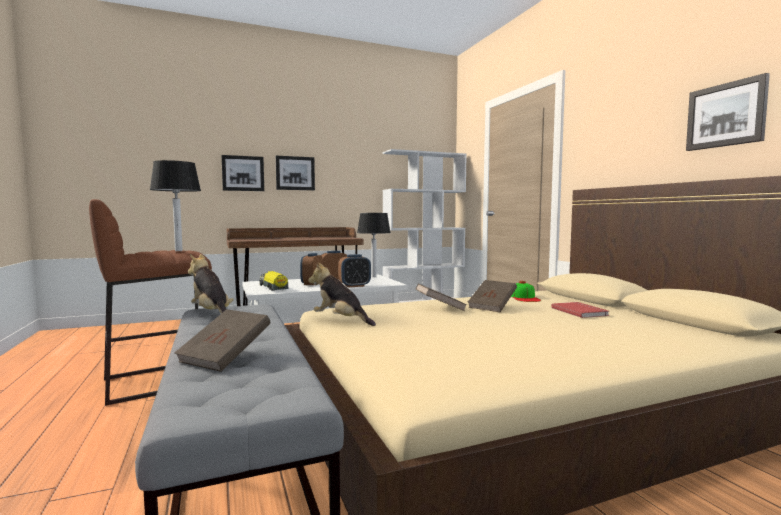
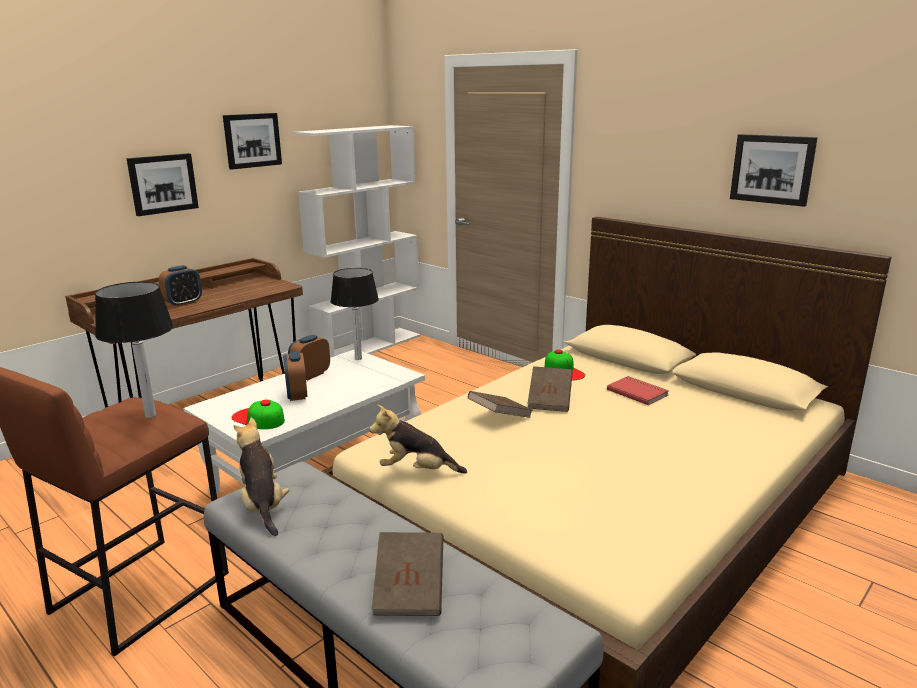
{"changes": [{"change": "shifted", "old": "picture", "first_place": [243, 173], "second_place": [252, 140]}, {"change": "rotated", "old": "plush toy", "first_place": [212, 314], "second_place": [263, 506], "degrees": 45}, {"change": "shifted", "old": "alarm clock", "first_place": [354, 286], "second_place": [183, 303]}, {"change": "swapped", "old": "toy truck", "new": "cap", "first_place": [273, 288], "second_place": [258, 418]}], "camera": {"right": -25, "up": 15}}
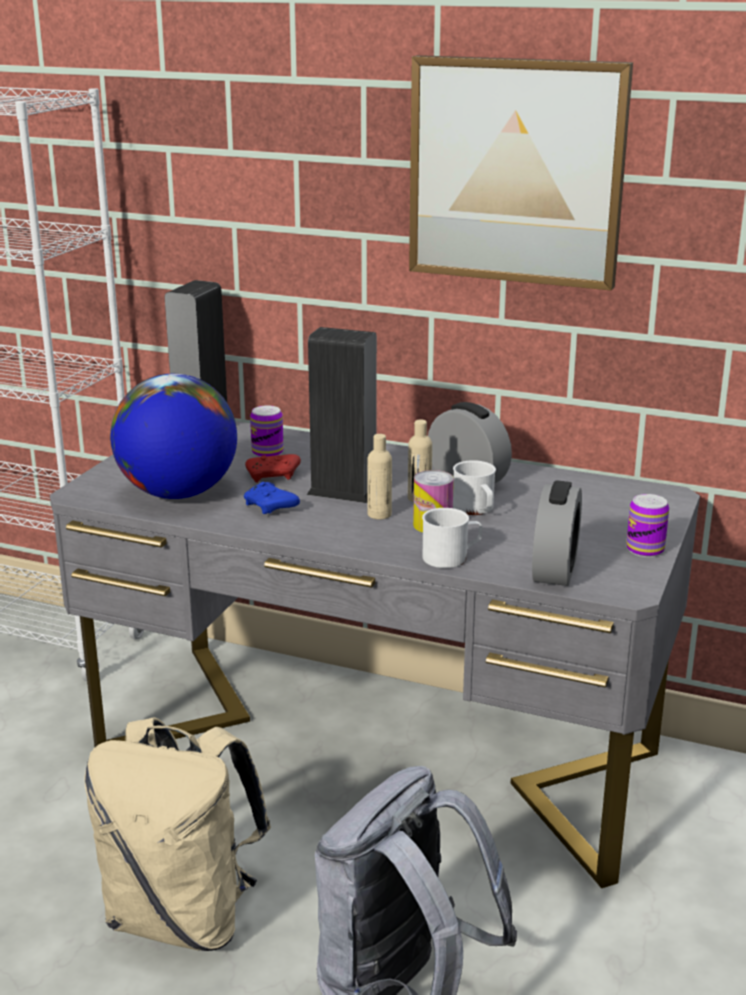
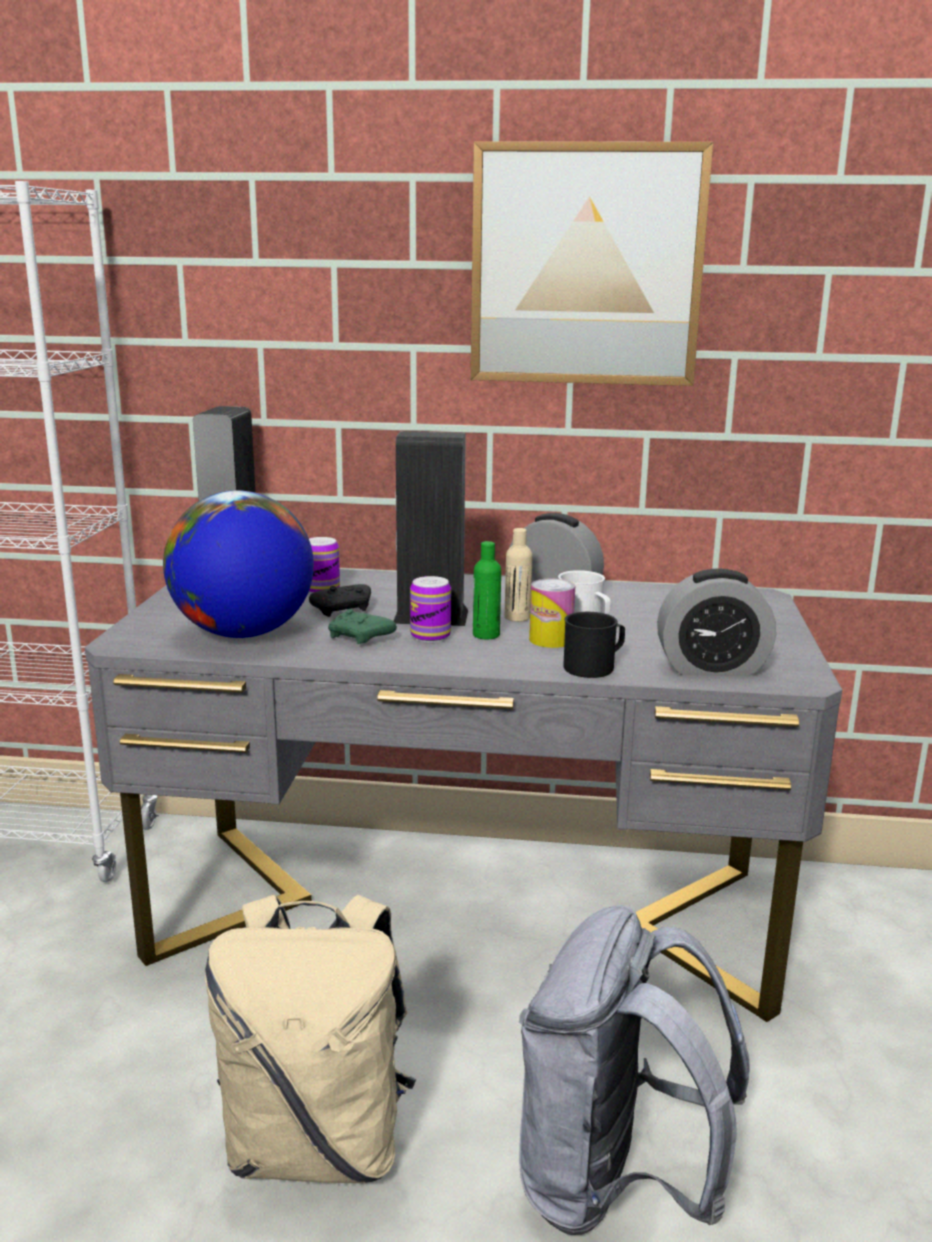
{"changes": [{"change": "repainted", "old": "beige bottle", "new": "green bottle", "first_place": [379, 514], "second_place": [486, 635]}, {"change": "repainted", "old": "red game controller", "new": "black game controller", "first_place": [274, 476], "second_place": [344, 610]}, {"change": "rotated", "old": "alarm clock", "first_place": [555, 569], "second_place": [711, 668], "degrees": 90}, {"change": "repainted", "old": "blue game controller", "new": "green game controller", "first_place": [270, 507], "second_place": [360, 638]}, {"change": "shifted", "old": "can", "first_place": [645, 549], "second_place": [430, 636]}, {"change": "repainted", "old": "white mug", "new": "black mug", "first_place": [451, 557], "second_place": [595, 666]}], "camera": {"right": -15, "up": -5}}
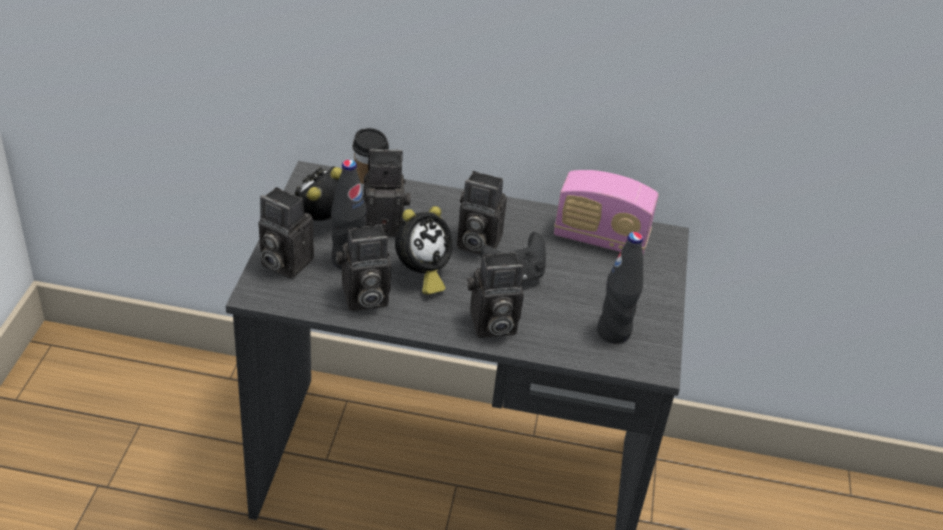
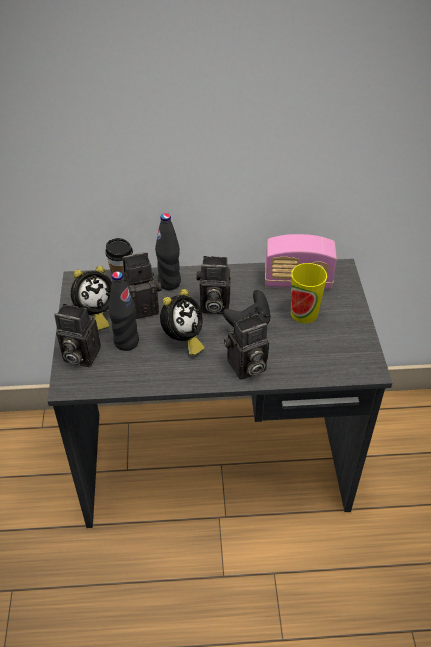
{"changes": [{"change": "rotated", "old": "alarm clock", "first_place": [320, 220], "second_place": [95, 315], "degrees": -150}, {"change": "gone", "old": "photo camera", "first_place": [363, 298]}, {"change": "shifted", "old": "black bottle", "first_place": [613, 332], "second_place": [169, 283]}, {"change": "new", "new": "cup", "second_place": [304, 313]}], "camera": {"right": -10, "up": 5}}
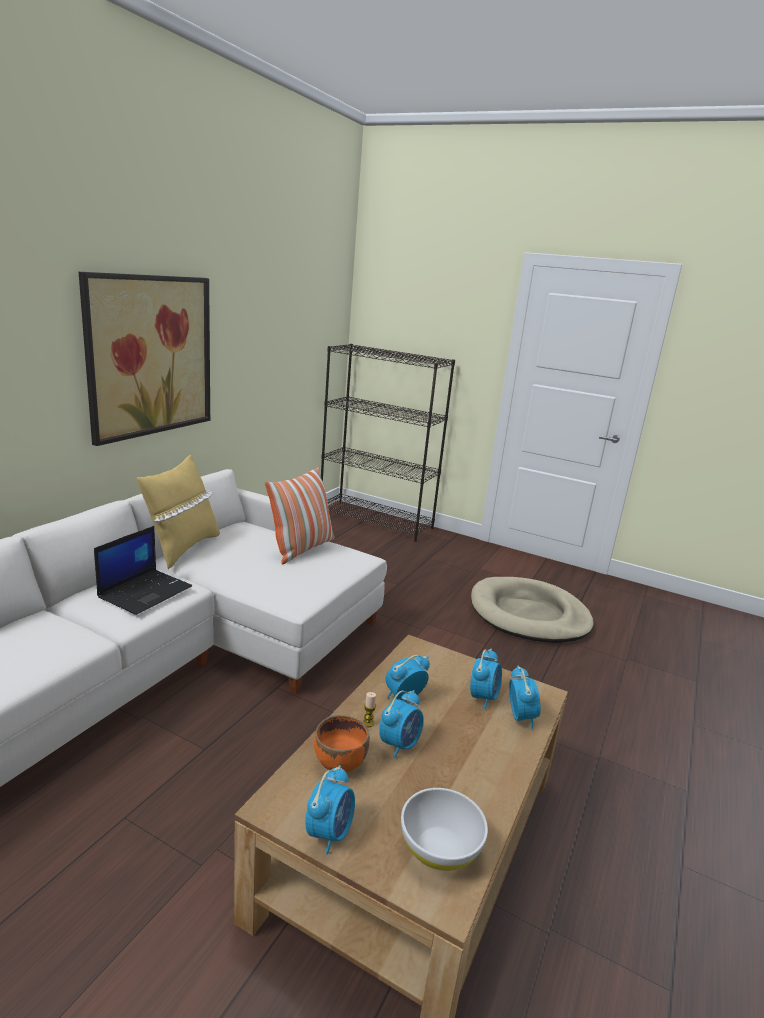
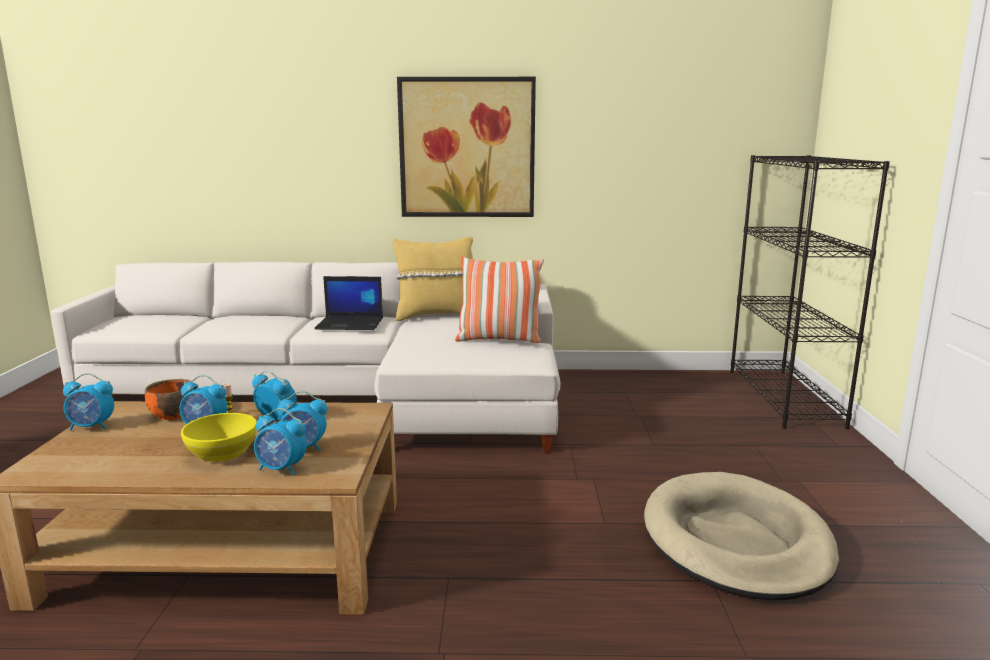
{"changes": [{"change": "rotated", "old": "alarm clock", "first_place": [520, 717], "second_place": [282, 469], "degrees": 45}, {"change": "gone", "old": "white bowl", "first_place": [440, 848]}, {"change": "new", "new": "yellow bowl", "second_place": [222, 453]}], "camera": {"right": 65, "up": -5}}
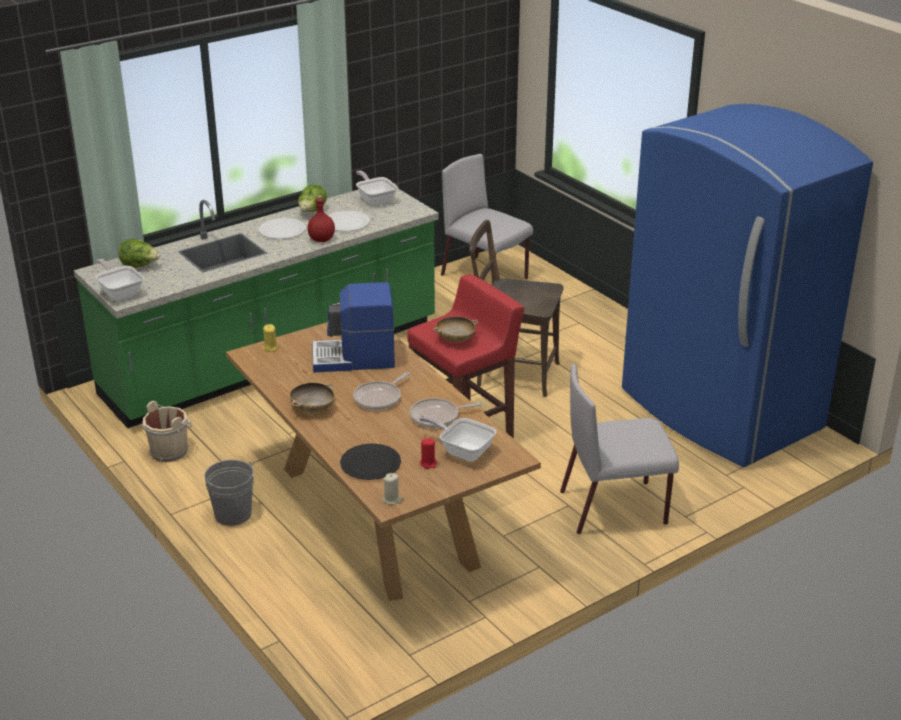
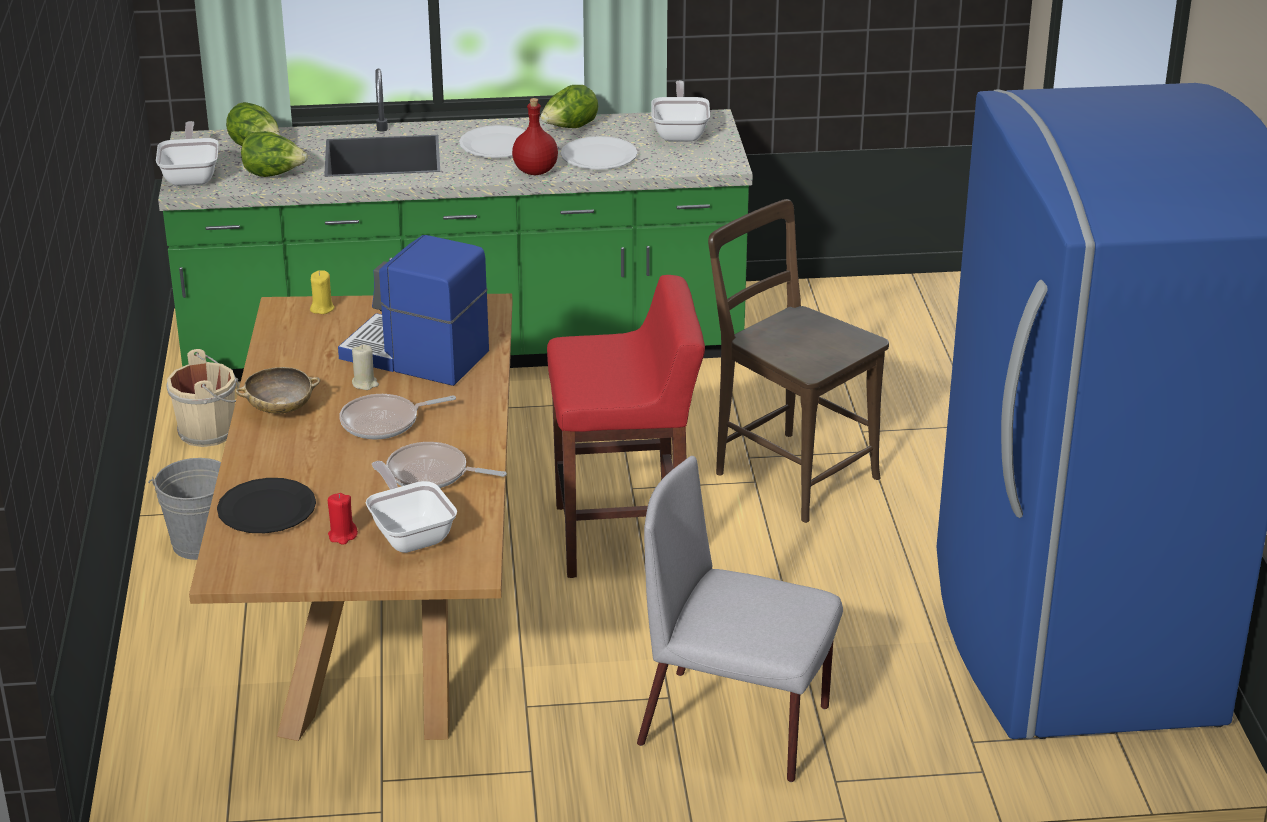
{"changes": [{"change": "gone", "old": "grey chair", "first_place": [485, 277]}, {"change": "gone", "old": "beige bowl", "first_place": [455, 339]}, {"change": "shifted", "old": "beige candle", "first_place": [392, 499], "second_place": [365, 383]}, {"change": "new", "new": "lettuce", "second_place": [274, 174]}], "camera": {"right": 30, "up": 0}}
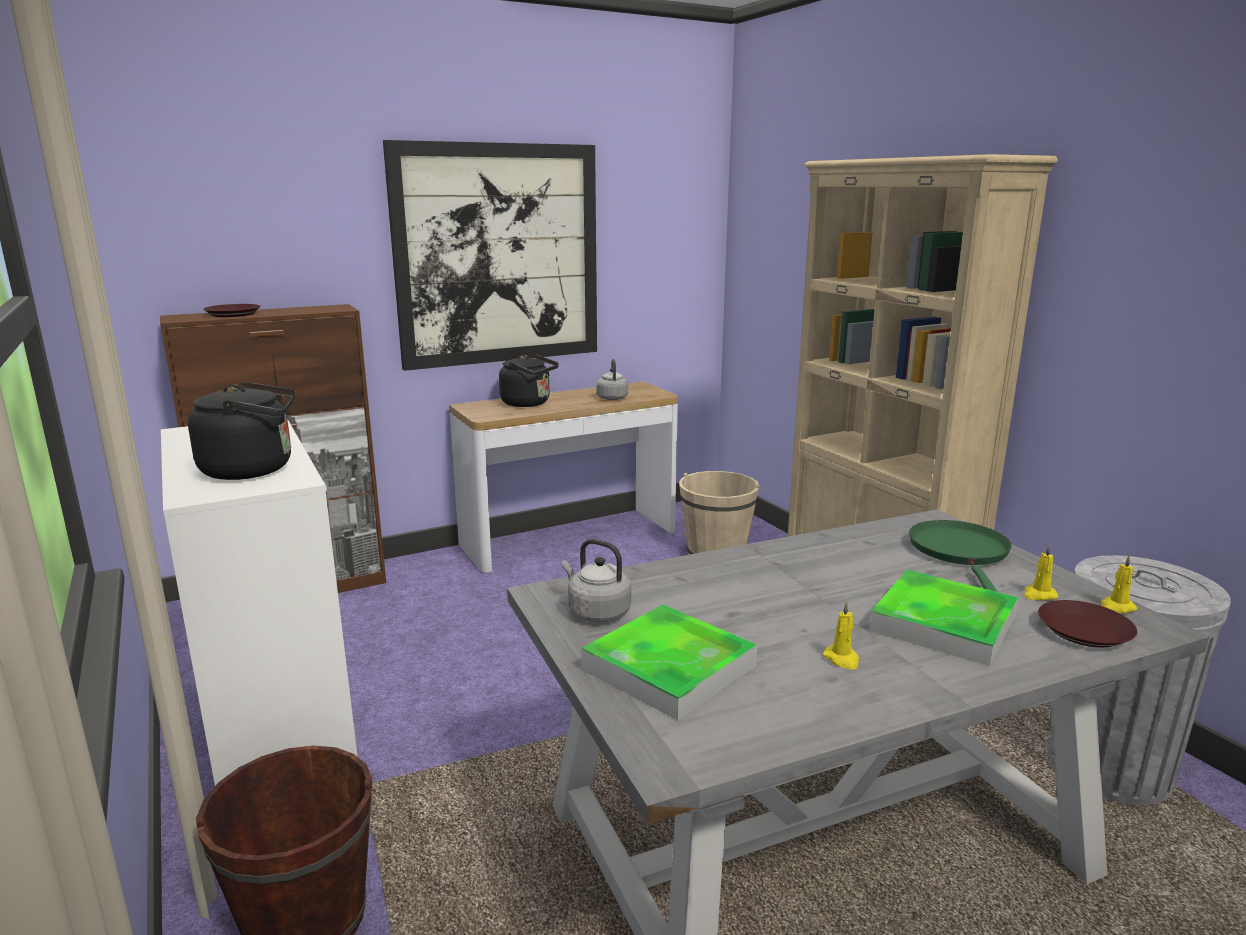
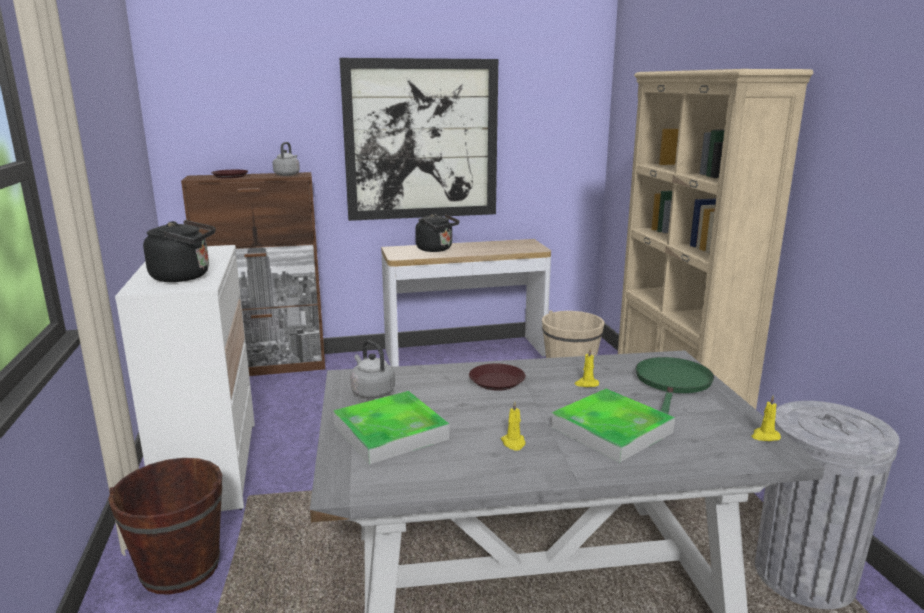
{"changes": [{"change": "shifted", "old": "grey kettle", "first_place": [612, 398], "second_place": [287, 174]}, {"change": "shifted", "old": "yellow candle", "first_place": [1039, 595], "second_place": [586, 384]}, {"change": "shifted", "old": "brown plate", "first_place": [1083, 631], "second_place": [496, 381]}], "camera": {"right": 15, "up": 0}}
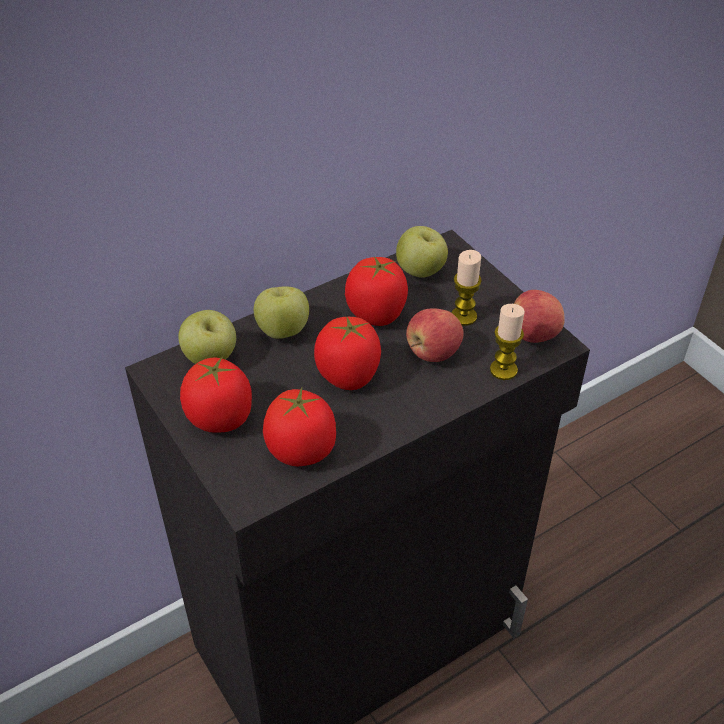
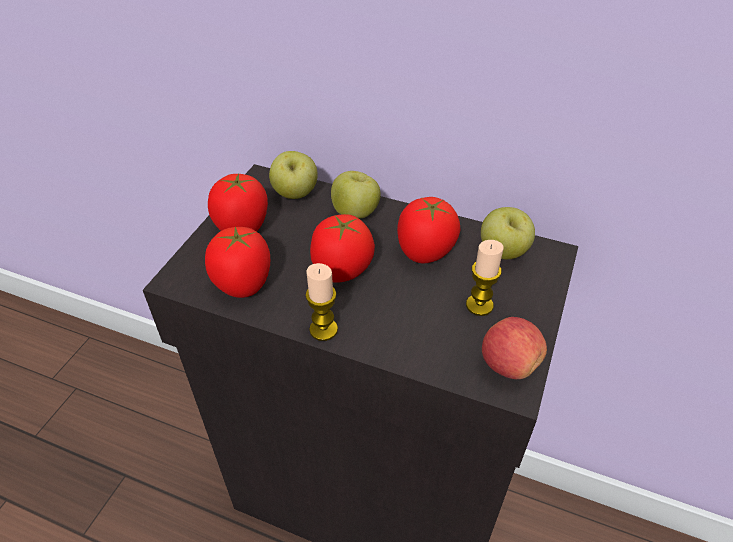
{"changes": [{"change": "shifted", "old": "candle", "first_place": [503, 370], "second_place": [323, 329]}, {"change": "gone", "old": "apple", "first_place": [432, 353]}], "camera": {"right": 55, "up": 0}}
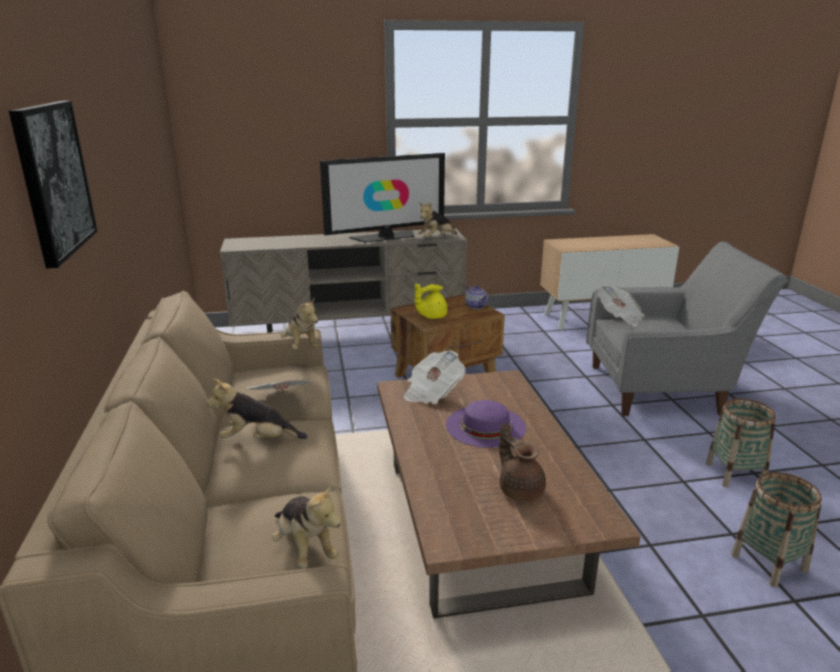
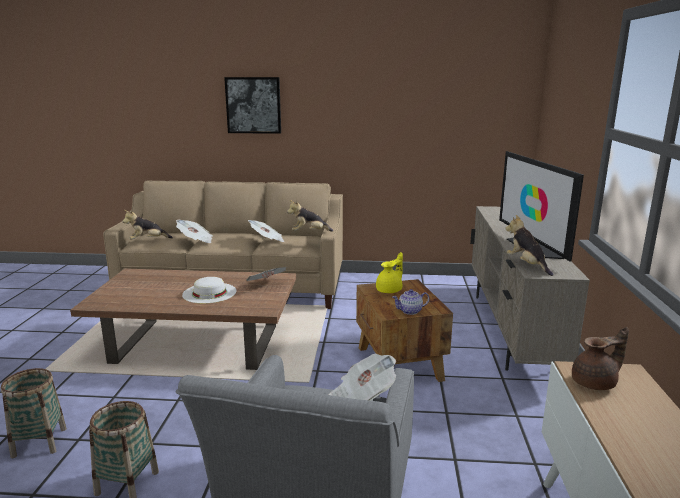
{"changes": [{"change": "rotated", "old": "yellow teapot", "first_place": [431, 316], "second_place": [390, 290], "degrees": 60}, {"change": "gone", "old": "plush toy", "first_place": [258, 440]}, {"change": "repainted", "old": "purple hat", "new": "white hat", "first_place": [485, 426], "second_place": [209, 293]}, {"change": "shifted", "old": "brown teapot", "first_place": [520, 489], "second_place": [595, 383]}, {"change": "new", "new": "newspaper", "second_place": [196, 240]}], "camera": {"right": 105, "up": -5}}
